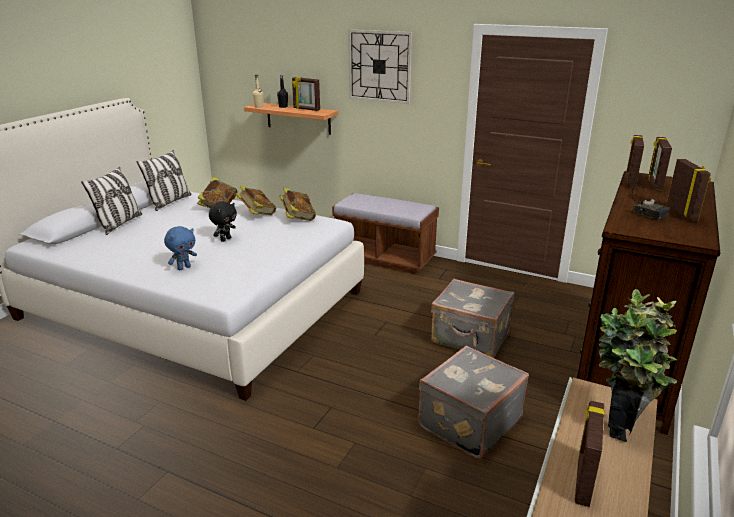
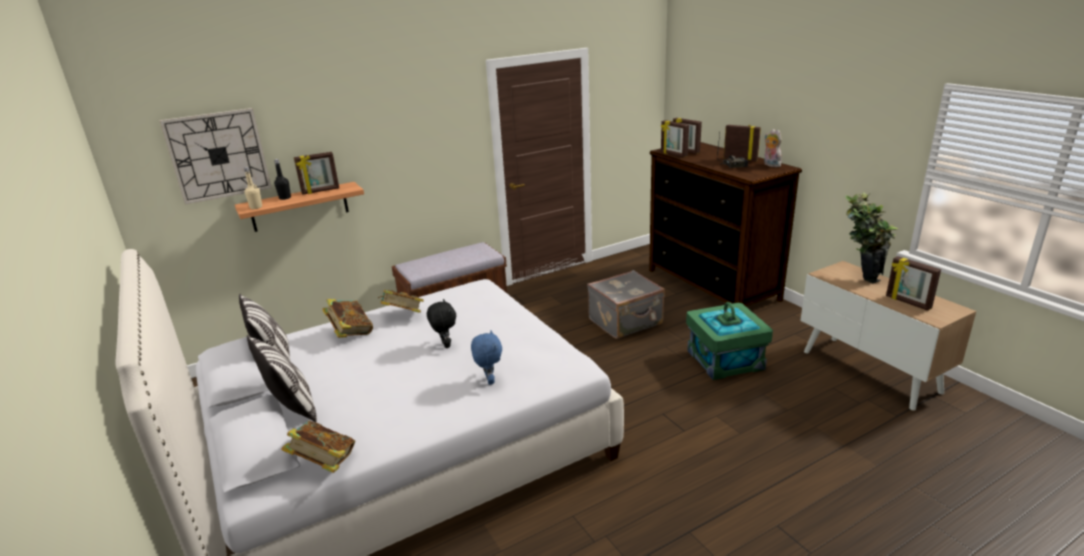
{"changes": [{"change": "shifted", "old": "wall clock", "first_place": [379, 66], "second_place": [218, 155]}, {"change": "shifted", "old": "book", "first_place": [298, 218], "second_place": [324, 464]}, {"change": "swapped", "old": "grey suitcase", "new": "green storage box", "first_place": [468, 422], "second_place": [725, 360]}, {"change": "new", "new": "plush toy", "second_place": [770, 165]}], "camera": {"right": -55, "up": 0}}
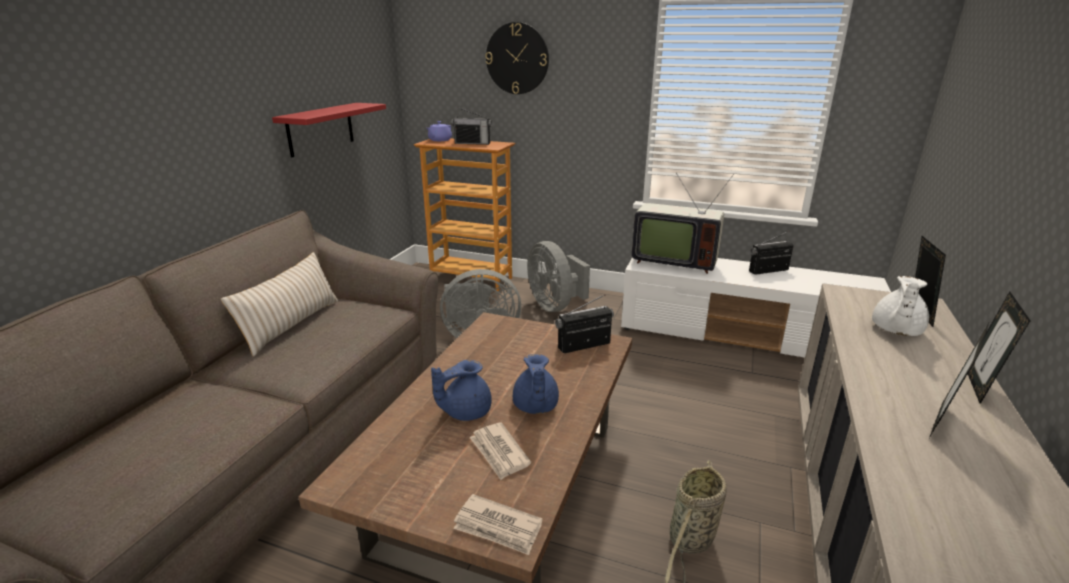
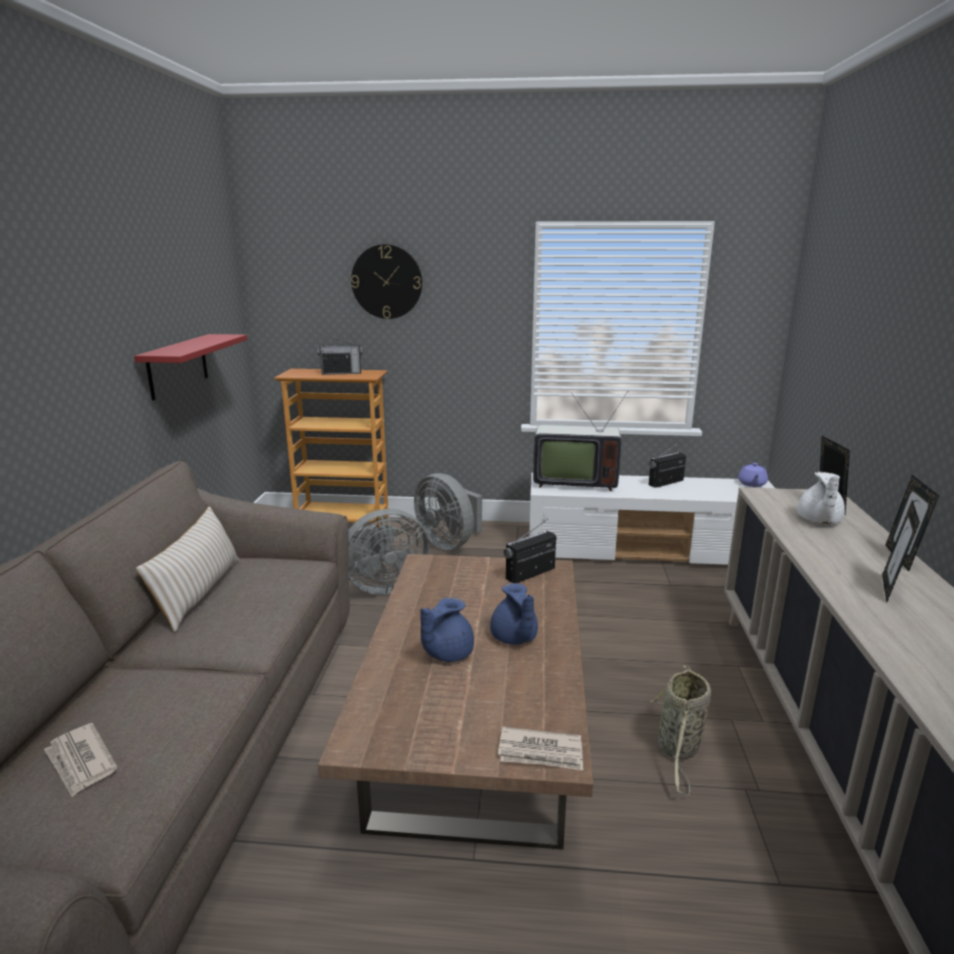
{"changes": [{"change": "shifted", "old": "purple teapot", "first_place": [439, 140], "second_place": [752, 484]}, {"change": "shifted", "old": "newspaper", "first_place": [499, 452], "second_place": [81, 762]}], "camera": {"right": -15, "up": -5}}
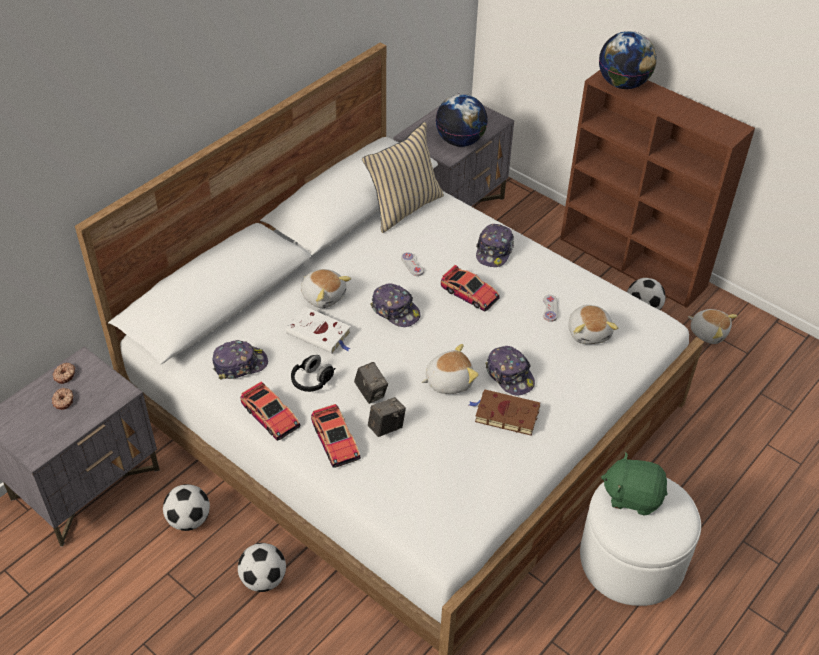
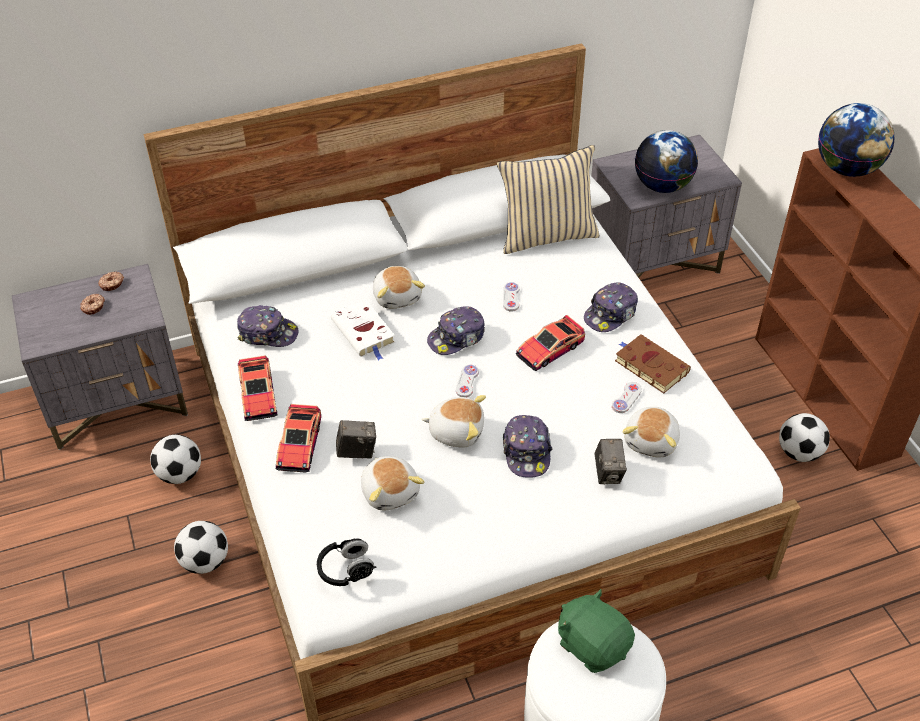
{"changes": [{"change": "rotated", "old": "toy car", "first_place": [470, 293], "second_place": [549, 349], "degrees": 75}, {"change": "rotated", "old": "cap", "first_place": [395, 311], "second_place": [457, 338], "degrees": 75}, {"change": "shifted", "old": "plush toy", "first_place": [708, 332], "second_place": [390, 491]}, {"change": "shifted", "old": "black headphones", "first_place": [312, 381], "second_place": [346, 570]}, {"change": "shifted", "old": "photo camera", "first_place": [371, 393], "second_place": [608, 473]}, {"change": "shifted", "old": "brown book", "first_place": [505, 414], "second_place": [649, 366]}, {"change": "new", "new": "white game controller", "second_place": [467, 382]}], "camera": {"right": 30, "up": 0}}
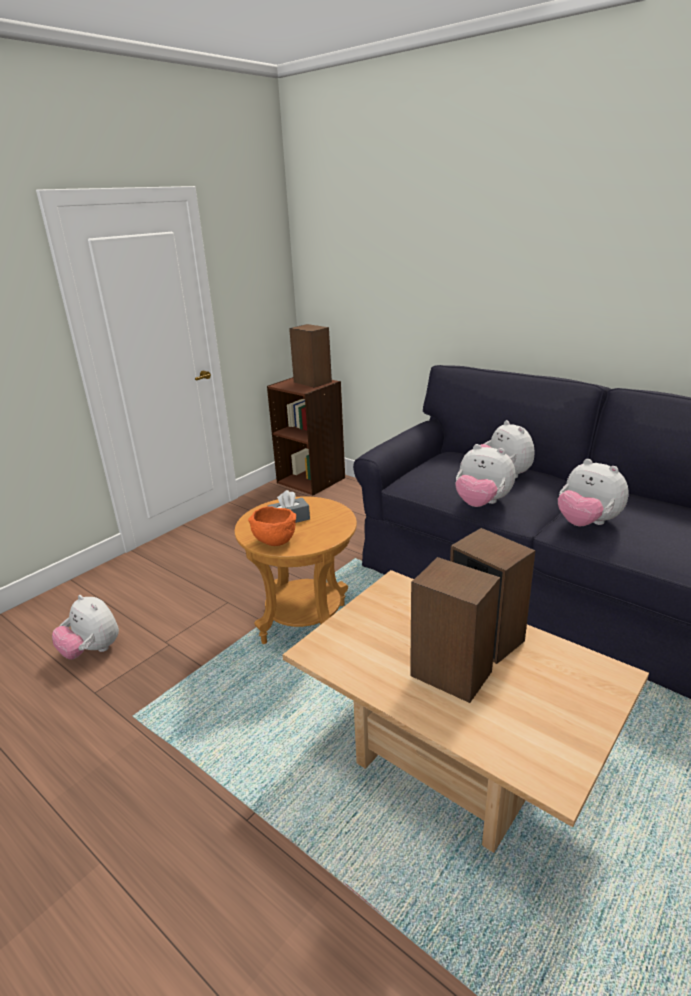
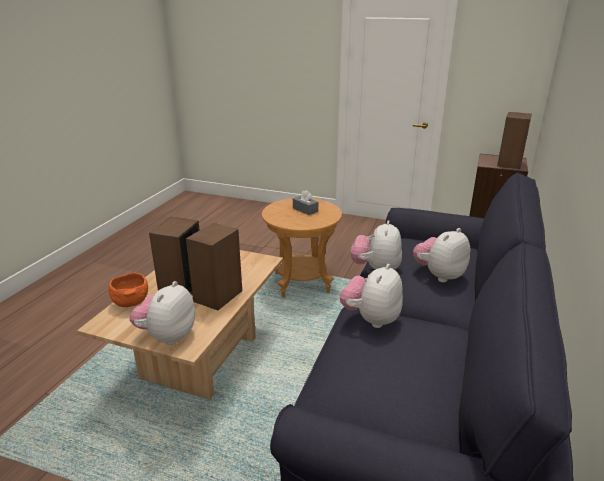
{"changes": [{"change": "shifted", "old": "orange bowl", "first_place": [274, 542], "second_place": [131, 302]}, {"change": "shifted", "old": "plush toy", "first_place": [92, 651], "second_place": [167, 336]}], "camera": {"right": 70, "up": 0}}
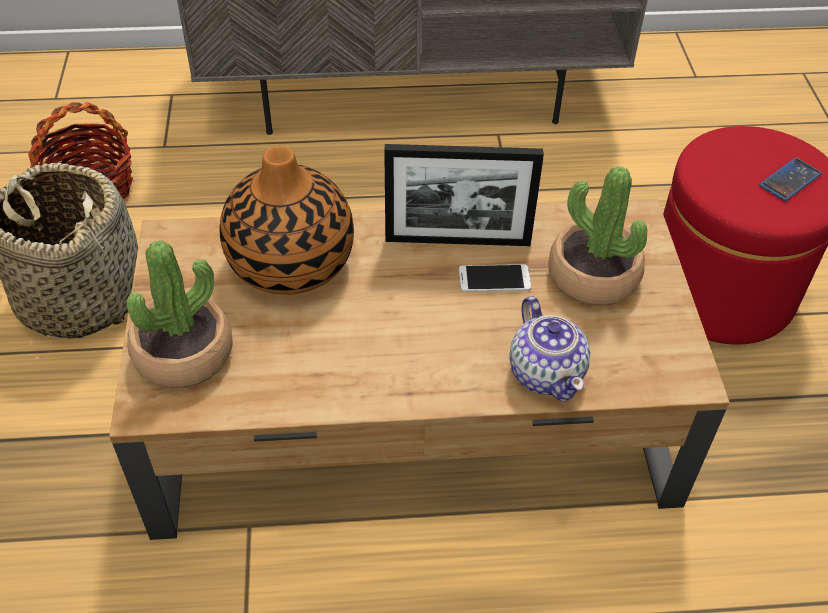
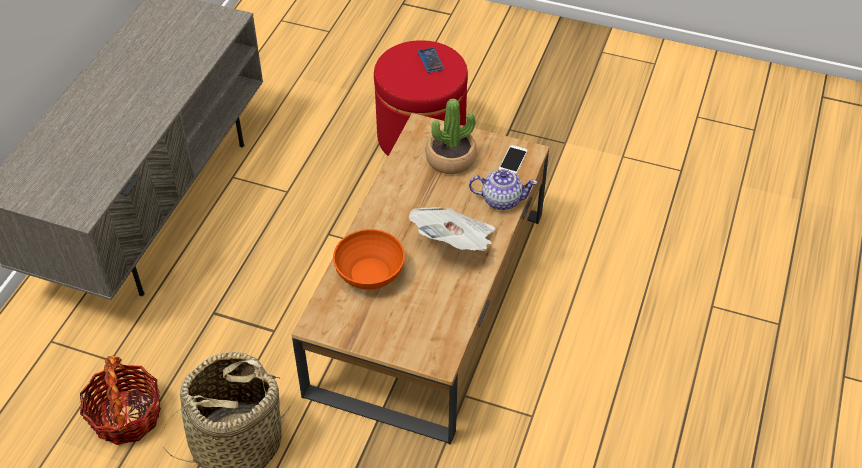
{"changes": [{"change": "gone", "old": "picture frame", "first_place": [457, 241]}, {"change": "swapped", "old": "vase", "new": "orange bowl", "first_place": [290, 261], "second_place": [369, 274]}, {"change": "gone", "old": "potted plant", "first_place": [184, 354]}, {"change": "shifted", "old": "phone", "first_place": [494, 279], "second_place": [513, 160]}, {"change": "new", "new": "newspaper", "second_place": [454, 243]}], "camera": {"right": -65, "up": 0}}
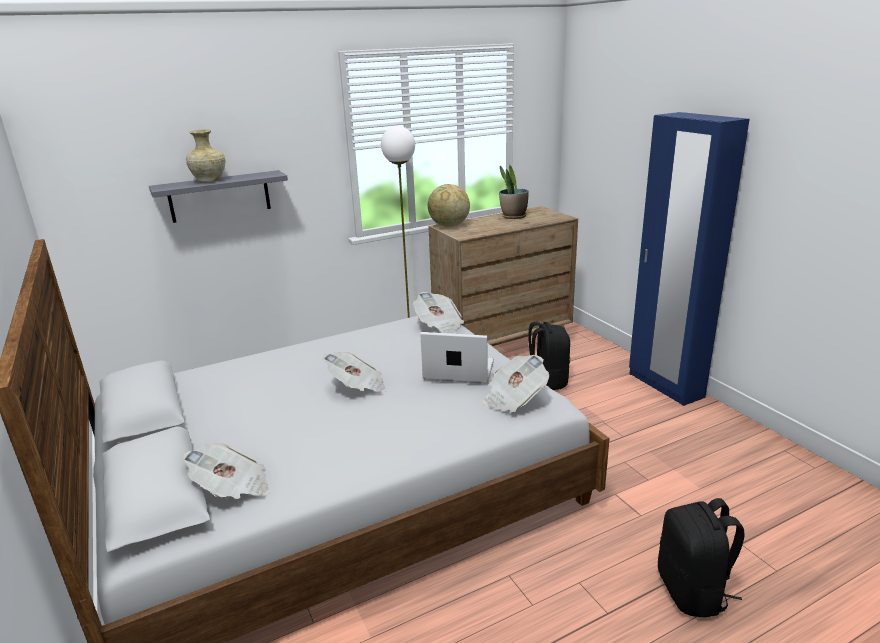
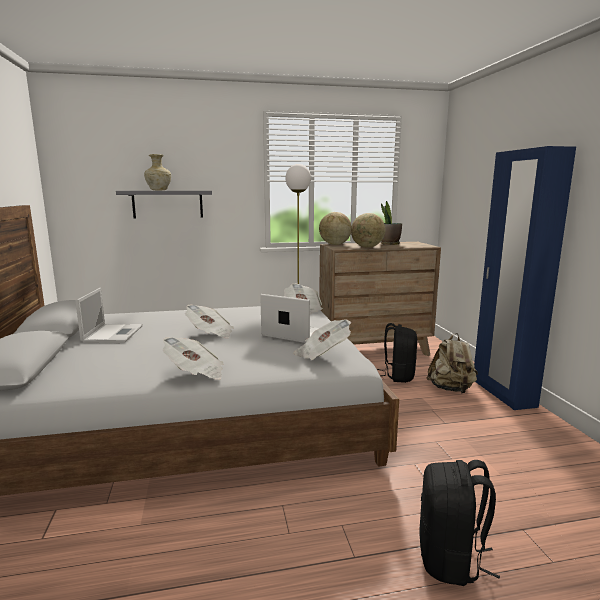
{"changes": [{"change": "shifted", "old": "newspaper", "first_place": [233, 489], "second_place": [196, 373]}, {"change": "new", "new": "globe", "second_place": [367, 247]}, {"change": "new", "new": "laptop", "second_place": [113, 333]}, {"change": "new", "new": "beige backpack", "second_place": [451, 389]}], "camera": {"right": 15, "up": -10}}
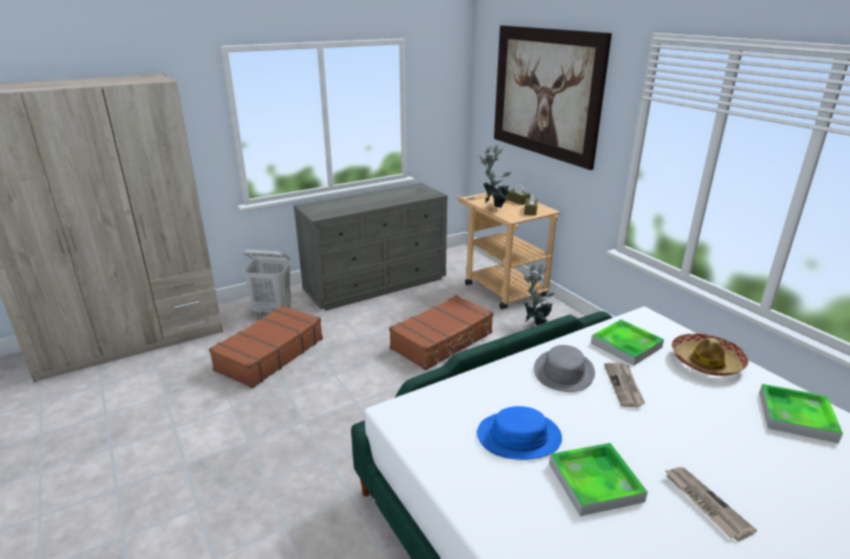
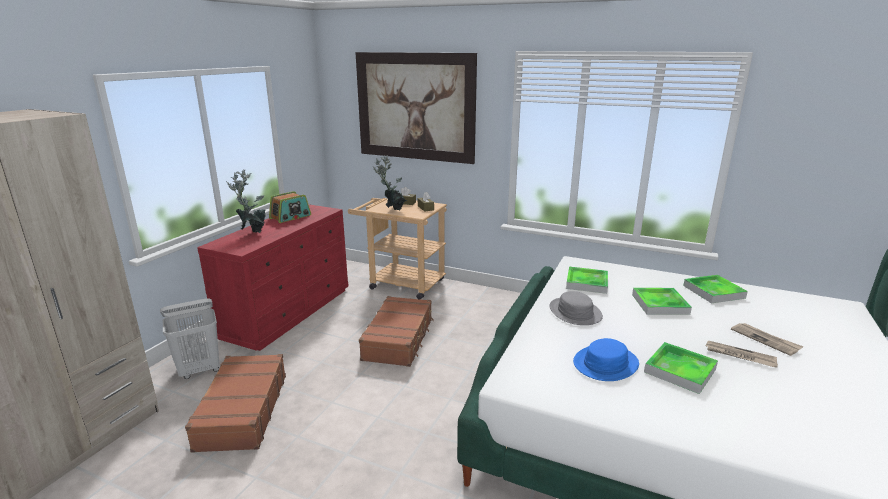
{"changes": [{"change": "repainted", "old": "grey dresser", "new": "red dresser", "first_place": [377, 285], "second_place": [289, 312]}, {"change": "shifted", "old": "potted plant", "first_place": [535, 323], "second_place": [253, 232]}, {"change": "gone", "old": "hat", "first_place": [706, 362]}, {"change": "shifted", "old": "newspaper", "first_place": [624, 386], "second_place": [765, 340]}, {"change": "new", "new": "radio", "second_place": [290, 217]}, {"change": "new", "new": "tray", "second_place": [660, 304]}], "camera": {"right": -35, "up": -5}}
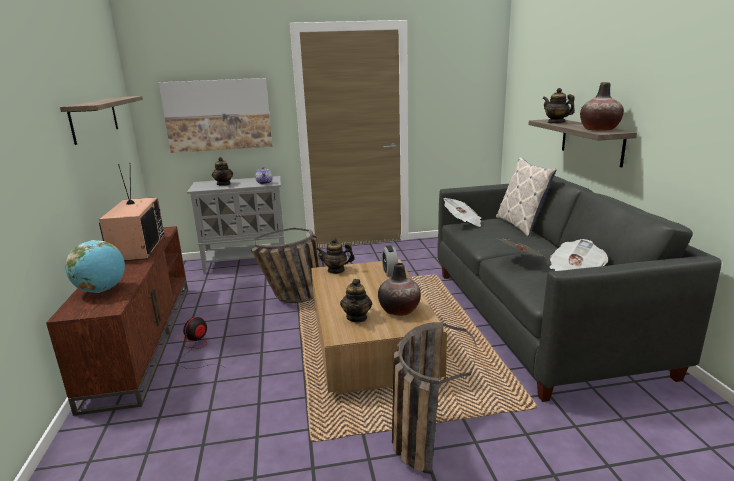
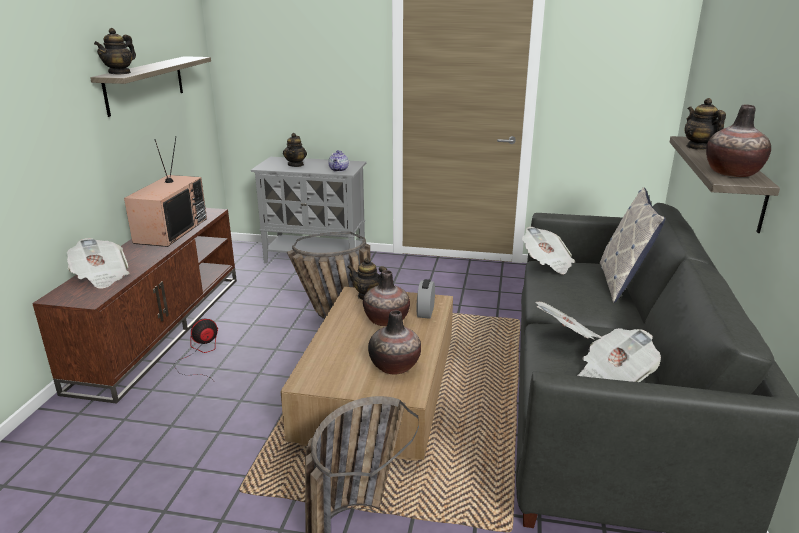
{"changes": [{"change": "gone", "old": "picture", "first_place": [218, 115]}, {"change": "swapped", "old": "globe", "new": "newspaper", "first_place": [102, 290], "second_place": [101, 277]}, {"change": "shifted", "old": "teapot", "first_place": [357, 317], "second_place": [120, 73]}, {"change": "new", "new": "vase", "second_place": [386, 320]}], "camera": {"right": 20, "up": 5}}
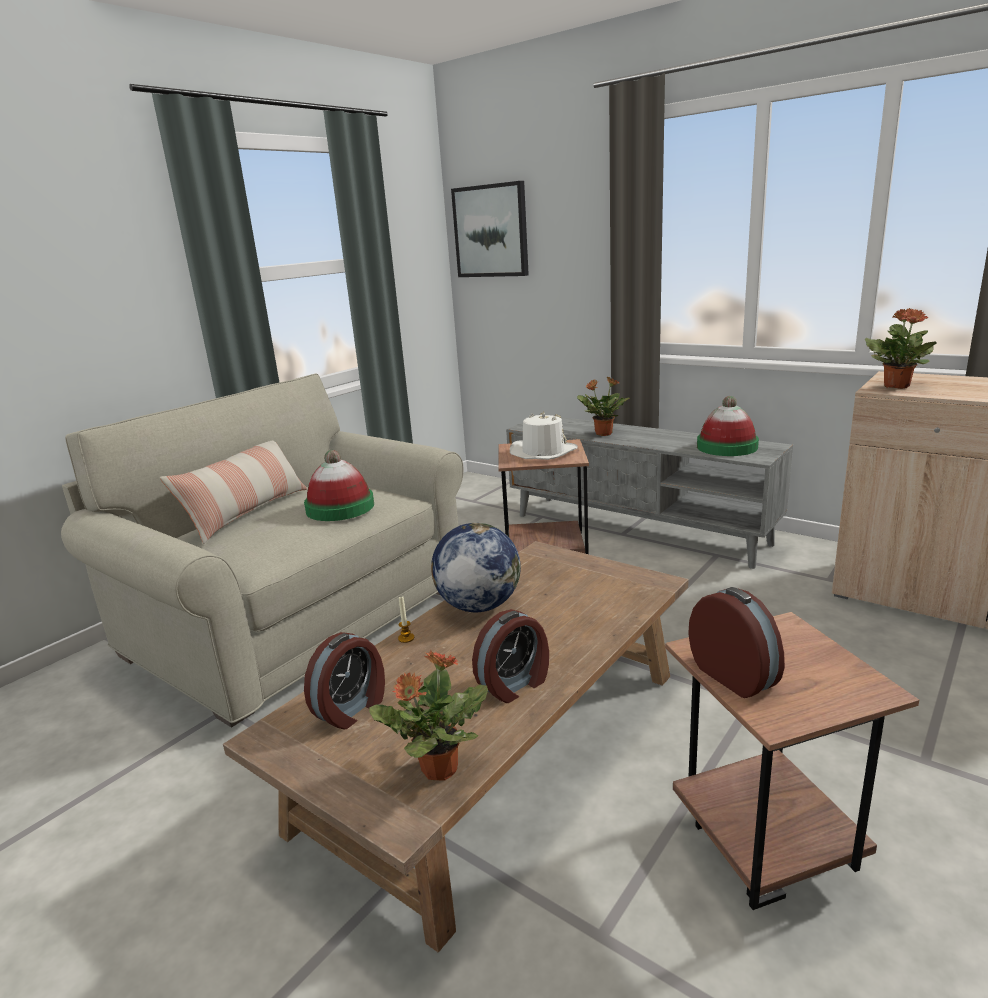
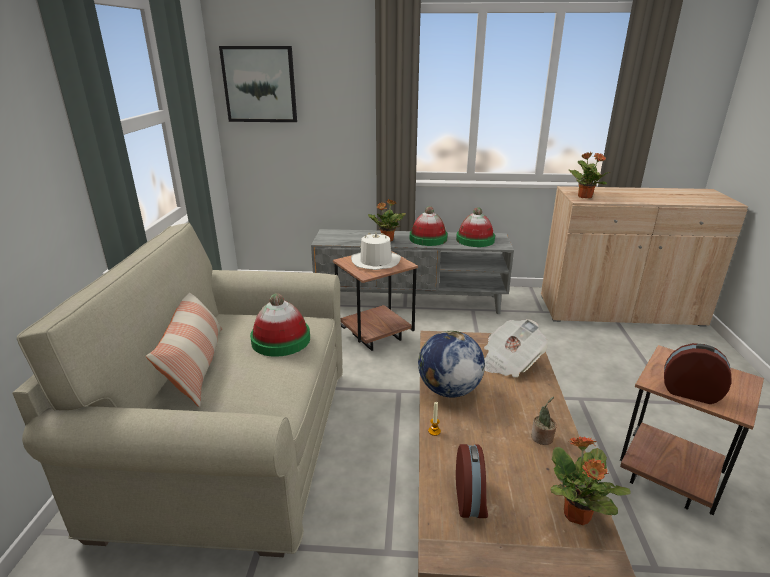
{"changes": [{"change": "swapped", "old": "alarm clock", "new": "potted plant", "first_place": [515, 684], "second_place": [542, 438]}, {"change": "new", "new": "hat", "second_place": [428, 239]}, {"change": "new", "new": "newspaper", "second_place": [509, 362]}], "camera": {"right": -35, "up": 5}}
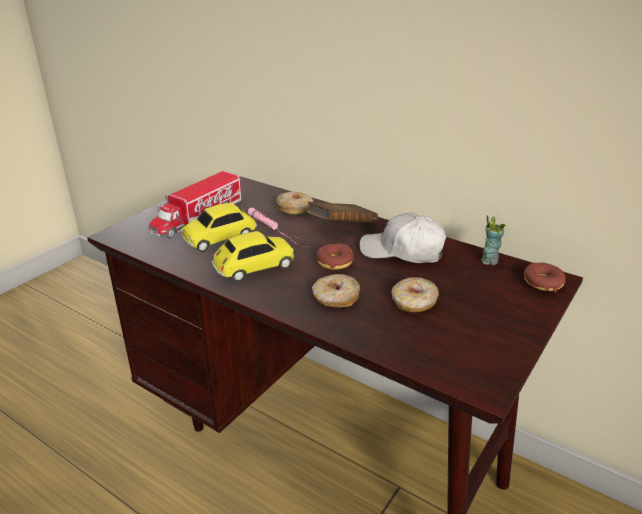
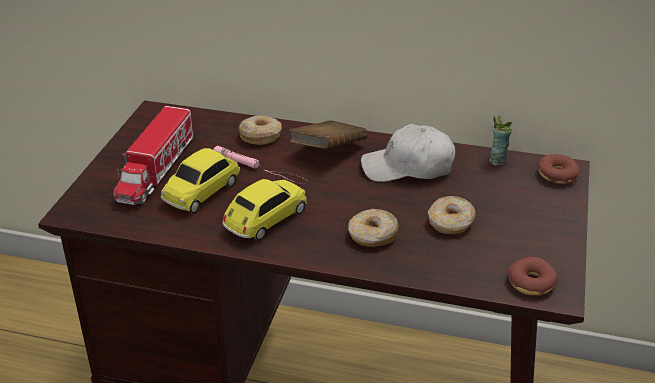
{"changes": [{"change": "shifted", "old": "donut", "first_place": [334, 262], "second_place": [531, 283]}], "camera": {"right": -20, "up": 5}}
